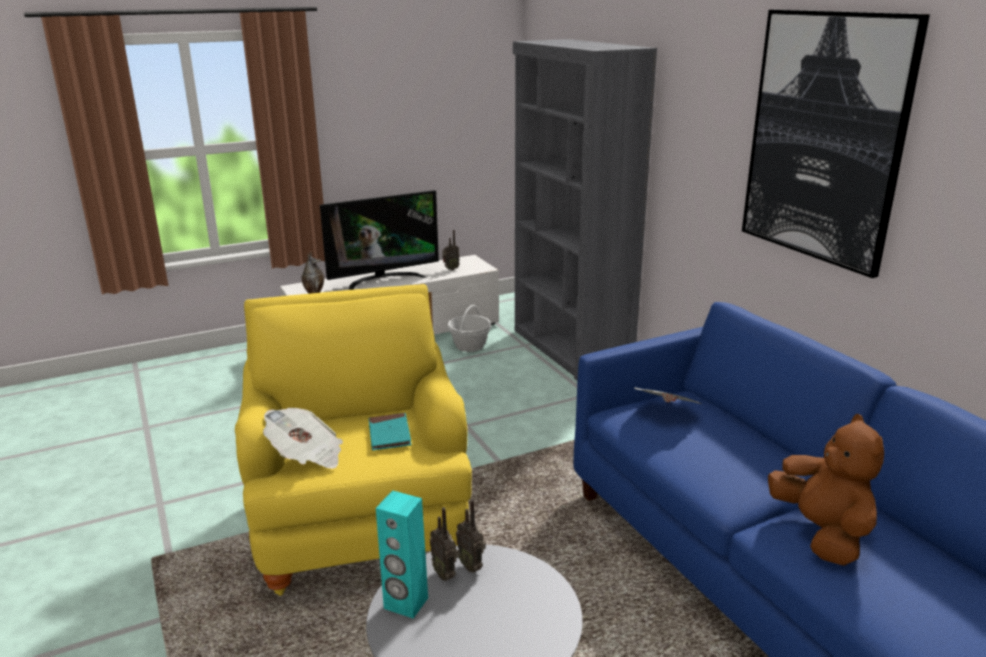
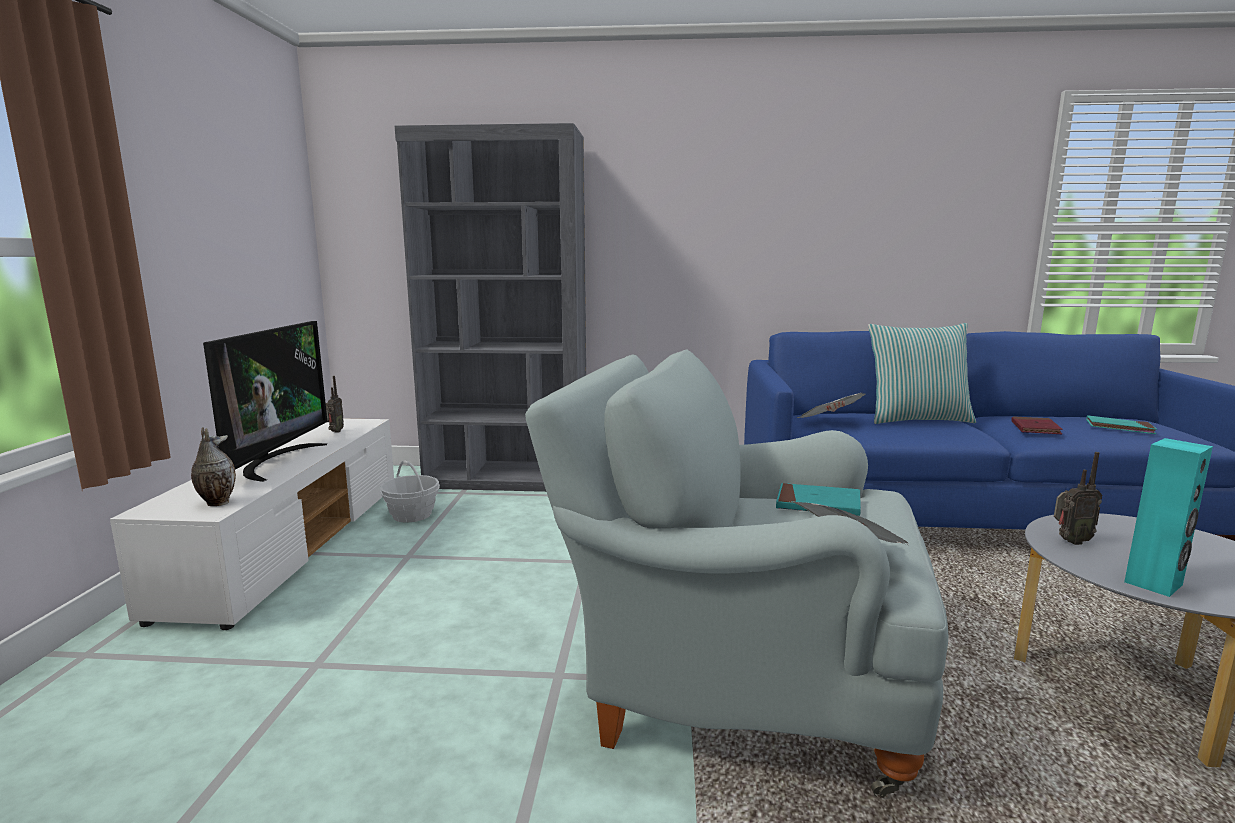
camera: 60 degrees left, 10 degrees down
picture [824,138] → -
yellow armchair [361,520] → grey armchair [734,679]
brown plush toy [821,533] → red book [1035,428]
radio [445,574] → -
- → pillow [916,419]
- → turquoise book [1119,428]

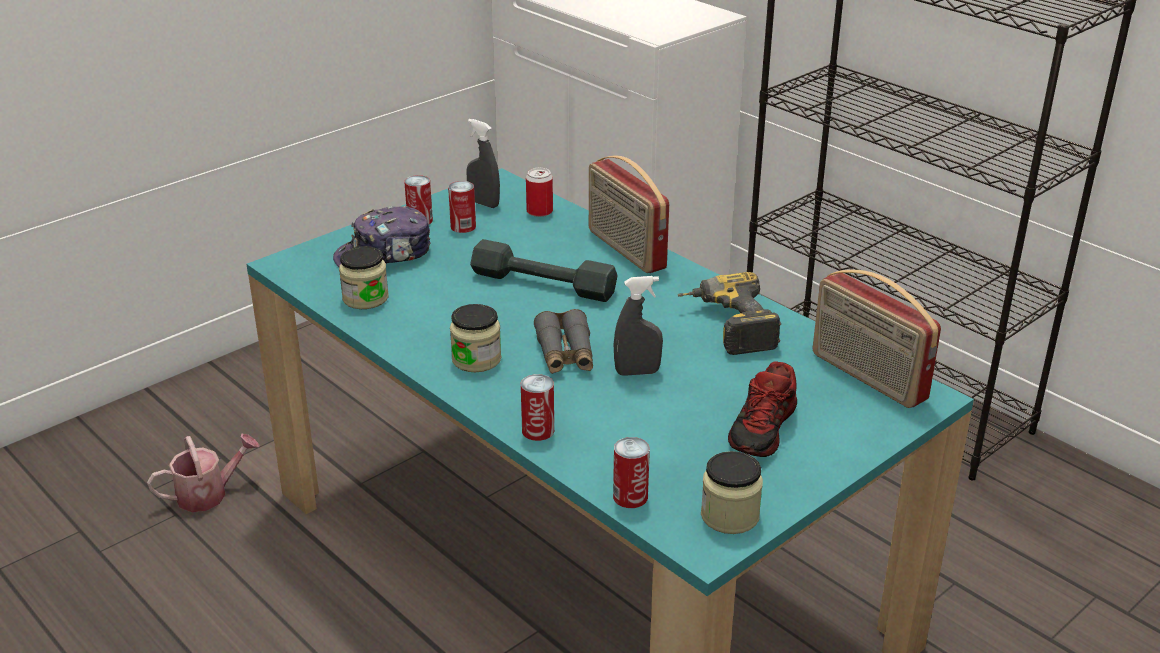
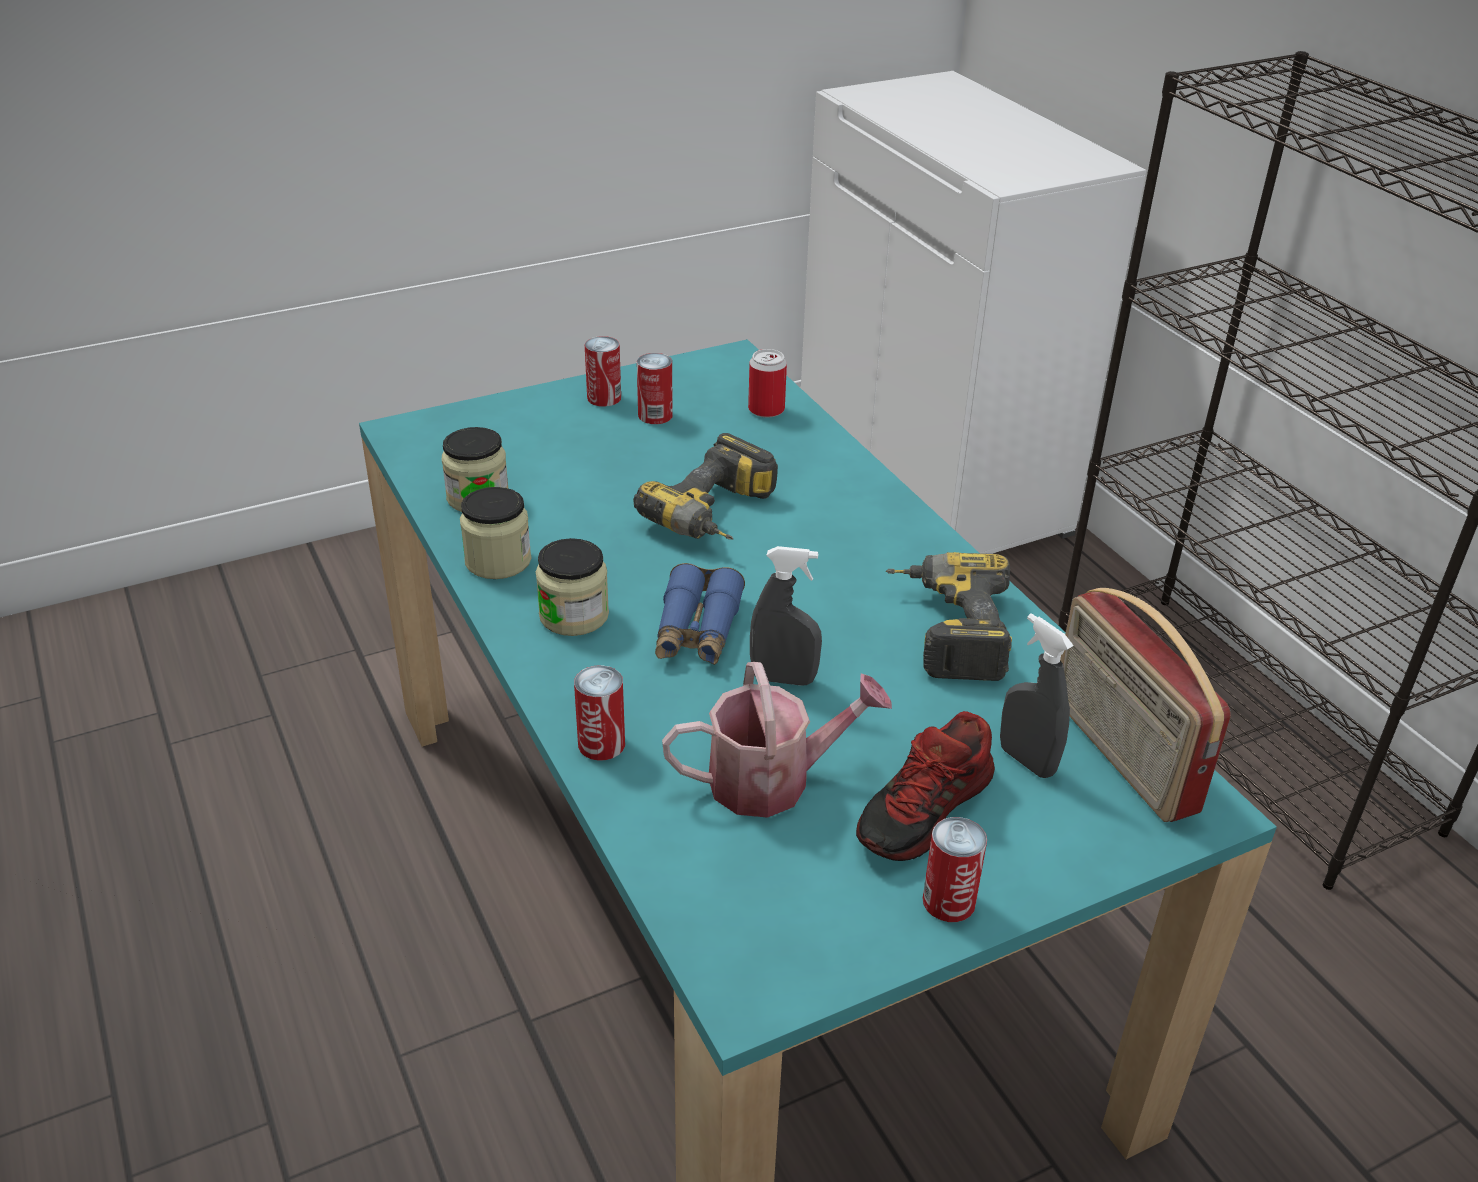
camera: 15 degrees right, 5 degrees up
grey spray bottle [484,203] → grey spray bottle [1026,761], move
radio [625,250] → -
cap [384,255] → -
grey dumbbell [543,284] → power drill [719,517]
grey binoculars [565,354] → blue binoculars [697,630]
watering can [209,494] → watering can [773,780], move
can [630,497] → can [949,901], move
jar [729,516] → jar [498,561], move

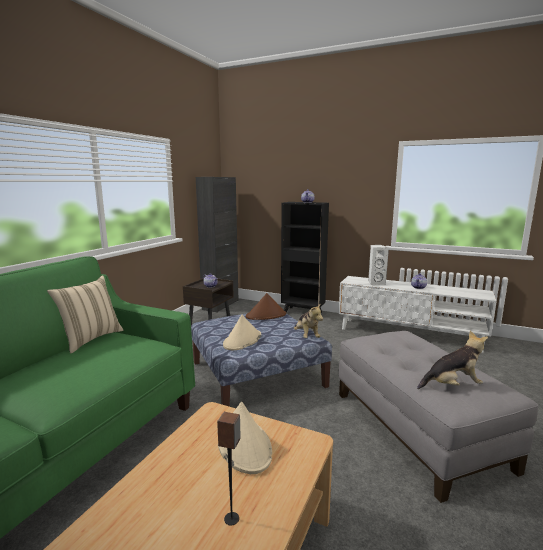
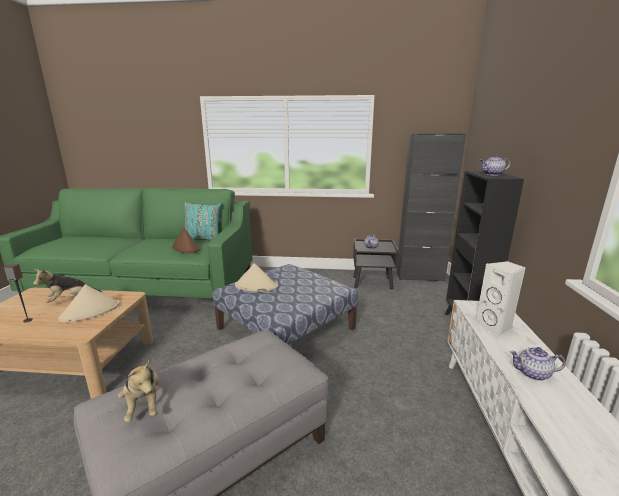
camera: 70 degrees right, 5 degrees up
beige pillow [90,339] → turquoise pillow [204,239]
brown hat [266,315] → brown hat [186,248], move
plush toy [306,336] → plush toy [70,300], move

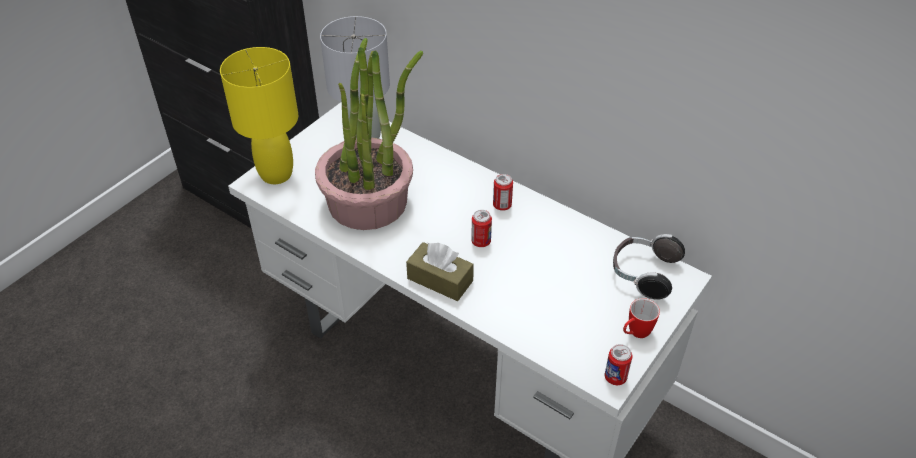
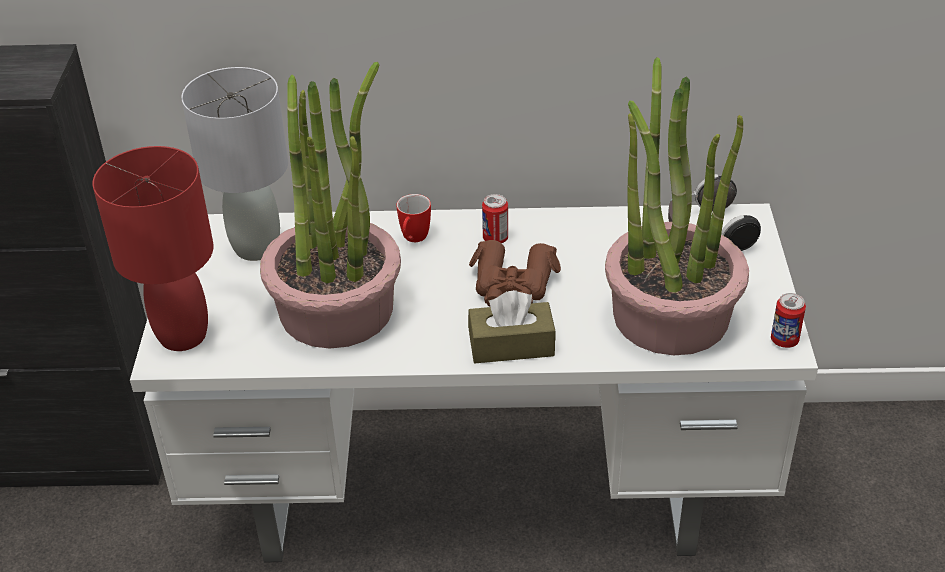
camera: 35 degrees left, 5 degrees down
yellow table lamp [275,174] → red table lamp [181,336]
can [481,241] → brown binoculars [513,285]
mug [635,333] → mug [413,240], move
- → potted plant [670,314]

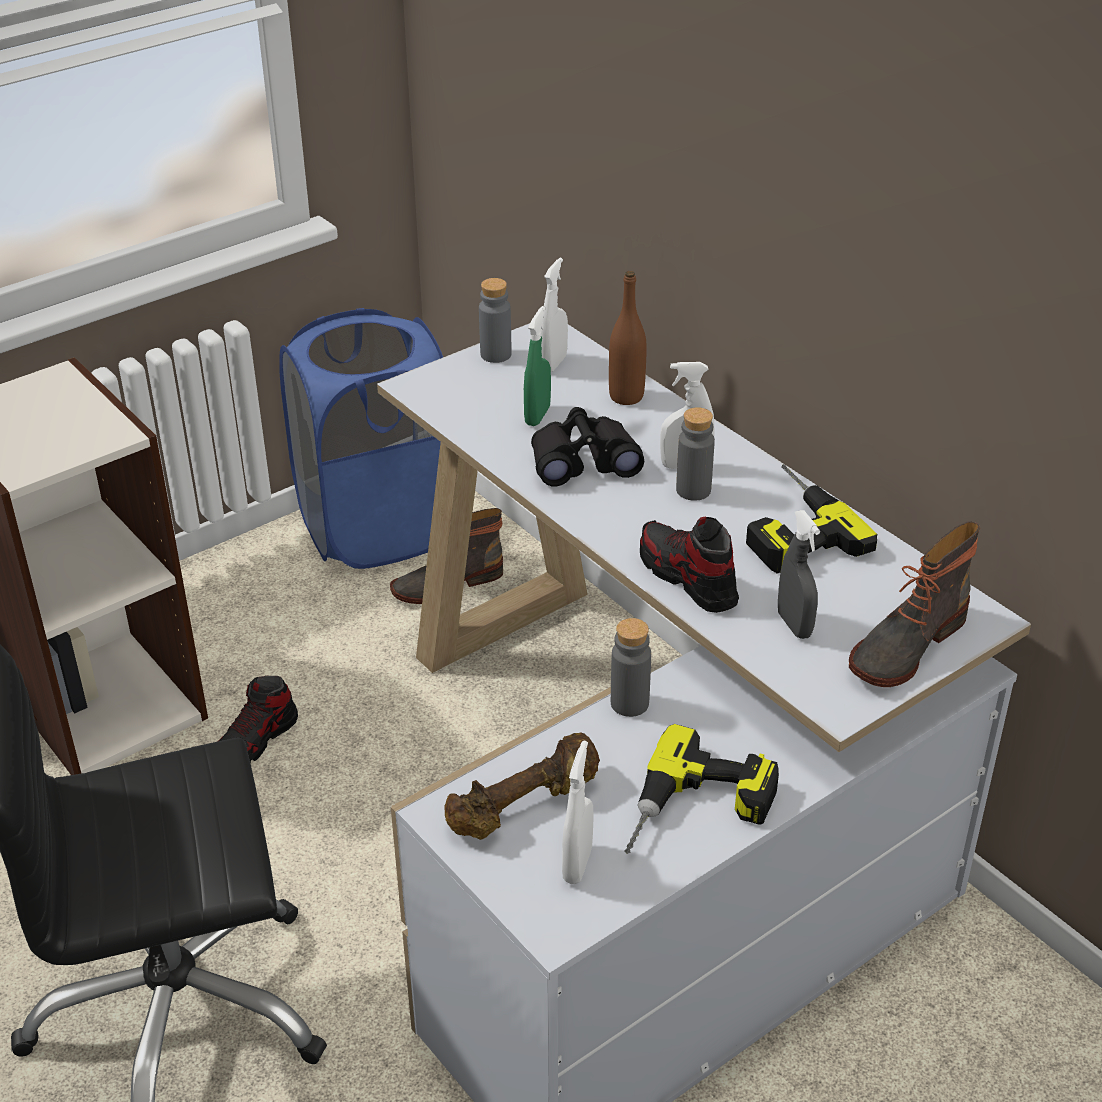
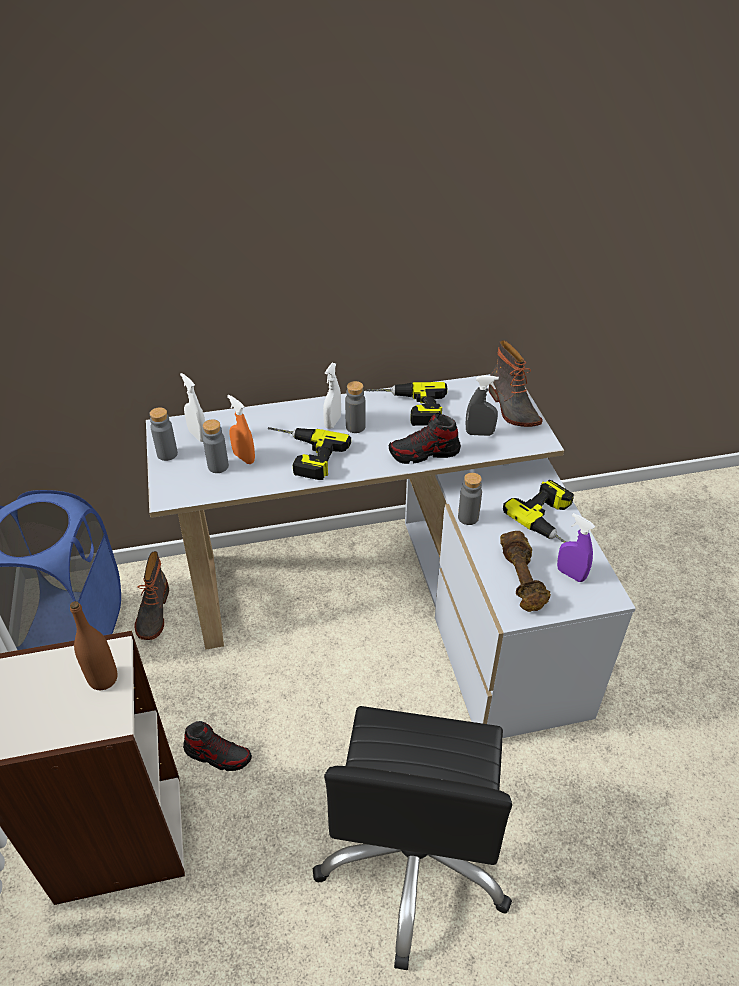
camera: 65 degrees left, 5 degrees up
brown bottle [626,396] → brown bottle [103,679], move
green spray bottle [537,416] → orange spray bottle [244,458]
black binoculars [583,461] → power drill [301,455]
shoe [256,740] → shoe [218,754], 45 degrees counterclockwise
white spray bottle [577,864] → purple spray bottle [570,574]
- → grey bottle [218,466]

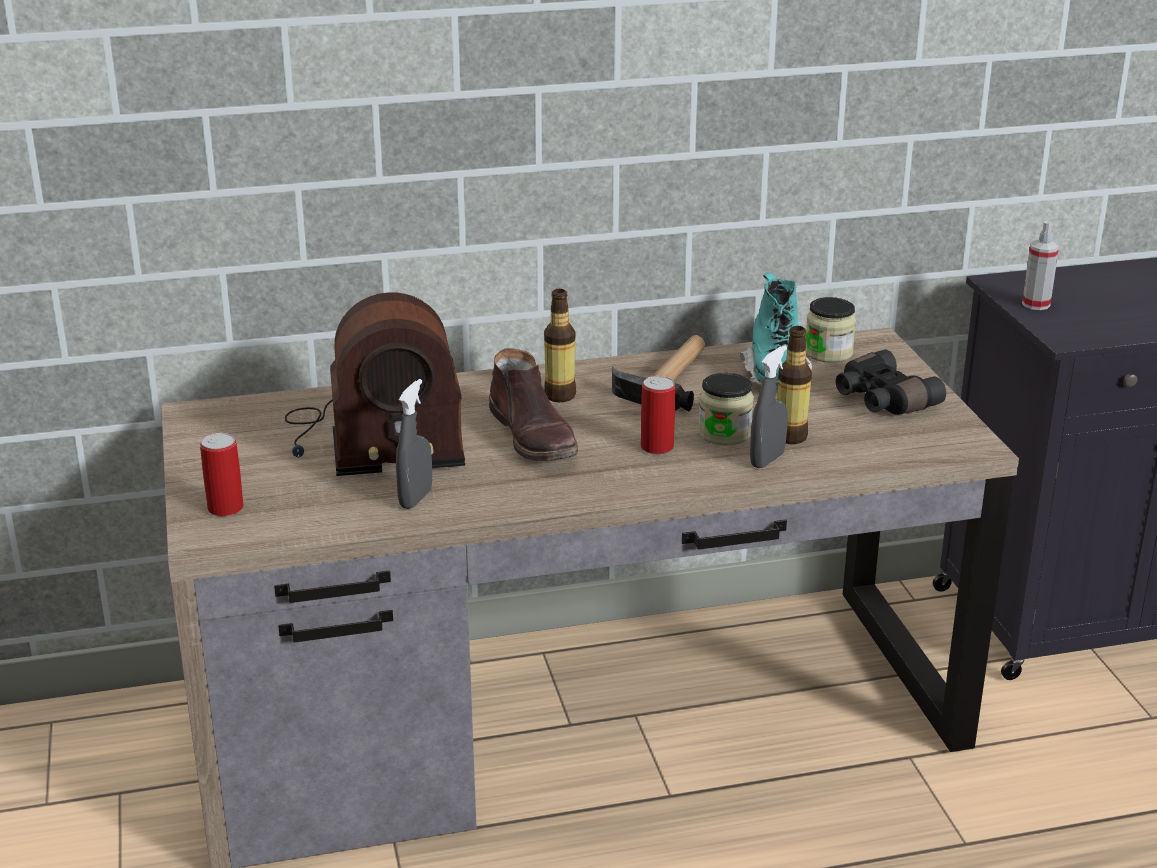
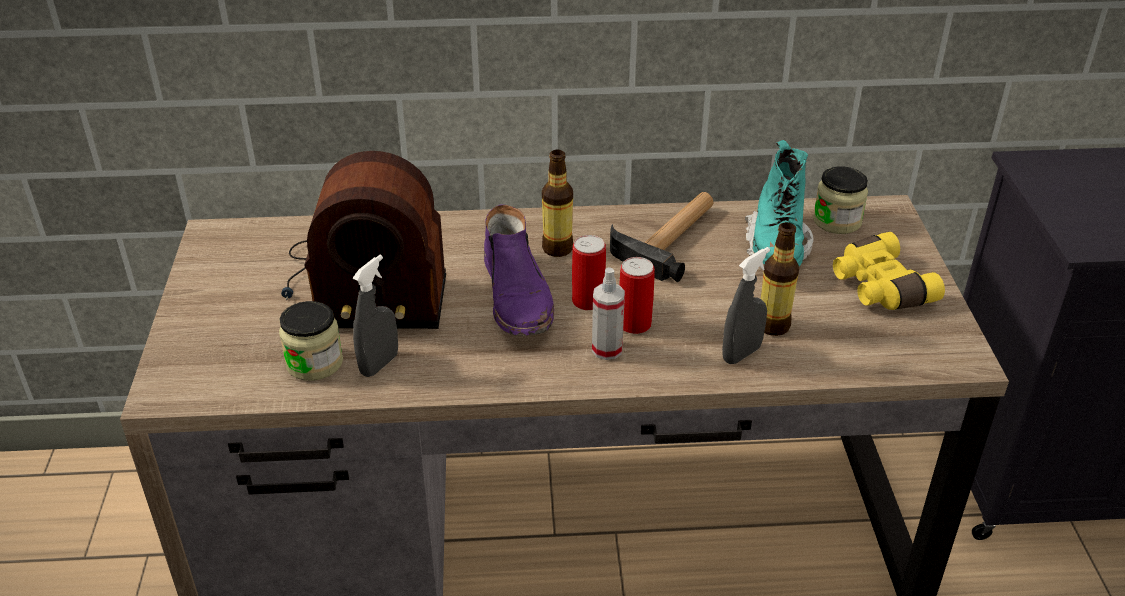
camera: 10 degrees right, 10 degrees up
spray bottle [1036,304] → spray bottle [607,349], move
brown boot [534,436] → purple boot [518,297]
black binoculars [882,400] → yellow binoculars [878,287]
jar [724,433] → jar [314,363], move
can [225,508] → can [588,301], move

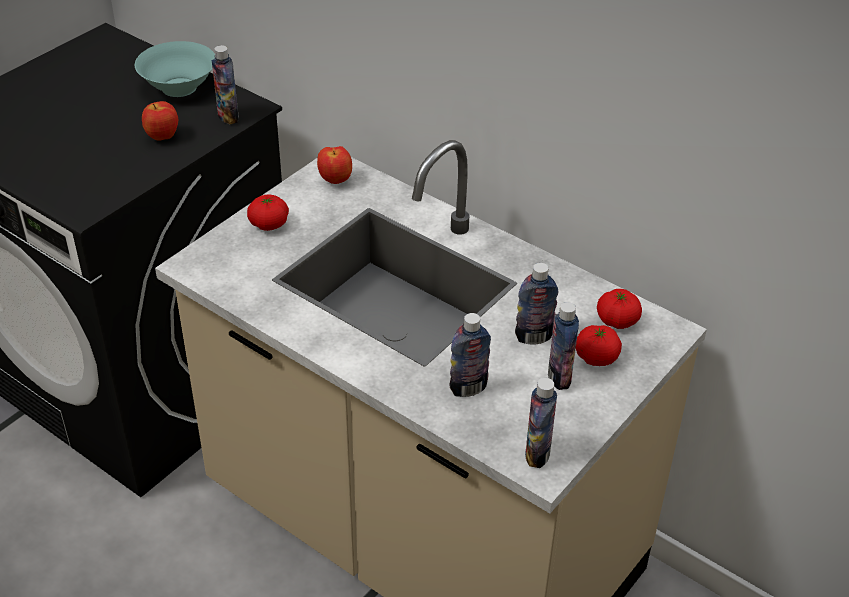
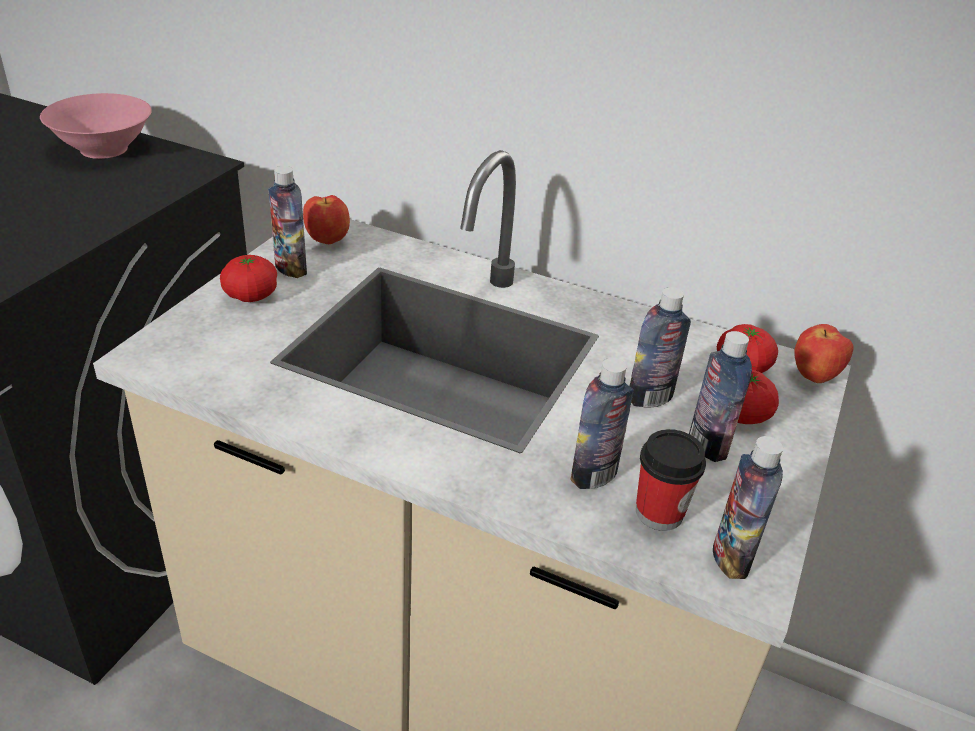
camera: 15 degrees left, 5 degrees down
turquoise bowl [179,87] → pink bowl [104,148]
bottle [228,116] → bottle [291,268], move
apple [162,137] → apple [814,377], move
- → cup [659,513]

